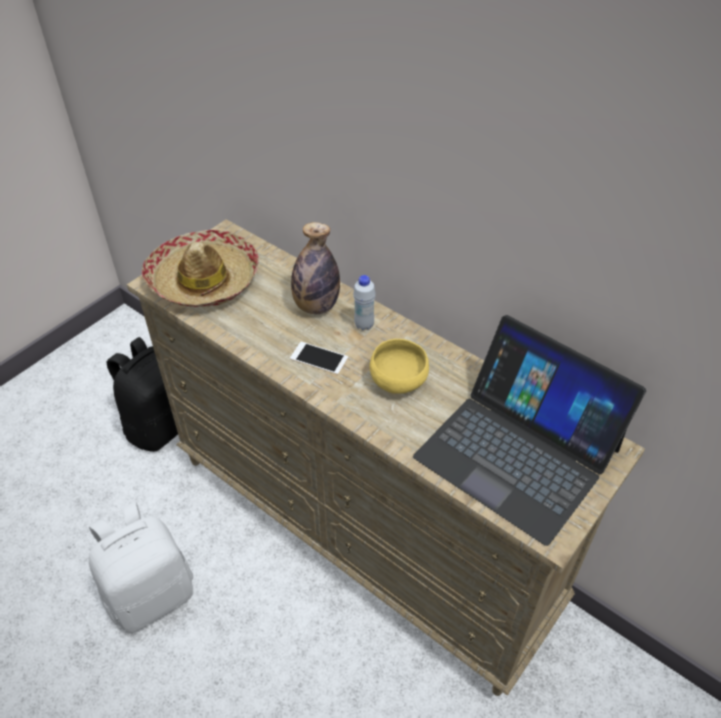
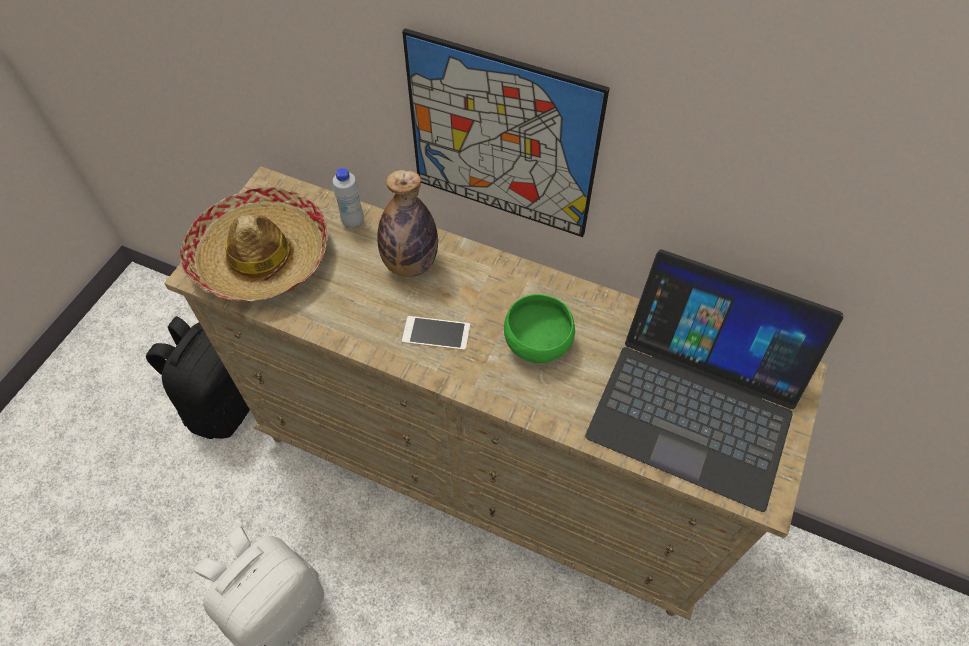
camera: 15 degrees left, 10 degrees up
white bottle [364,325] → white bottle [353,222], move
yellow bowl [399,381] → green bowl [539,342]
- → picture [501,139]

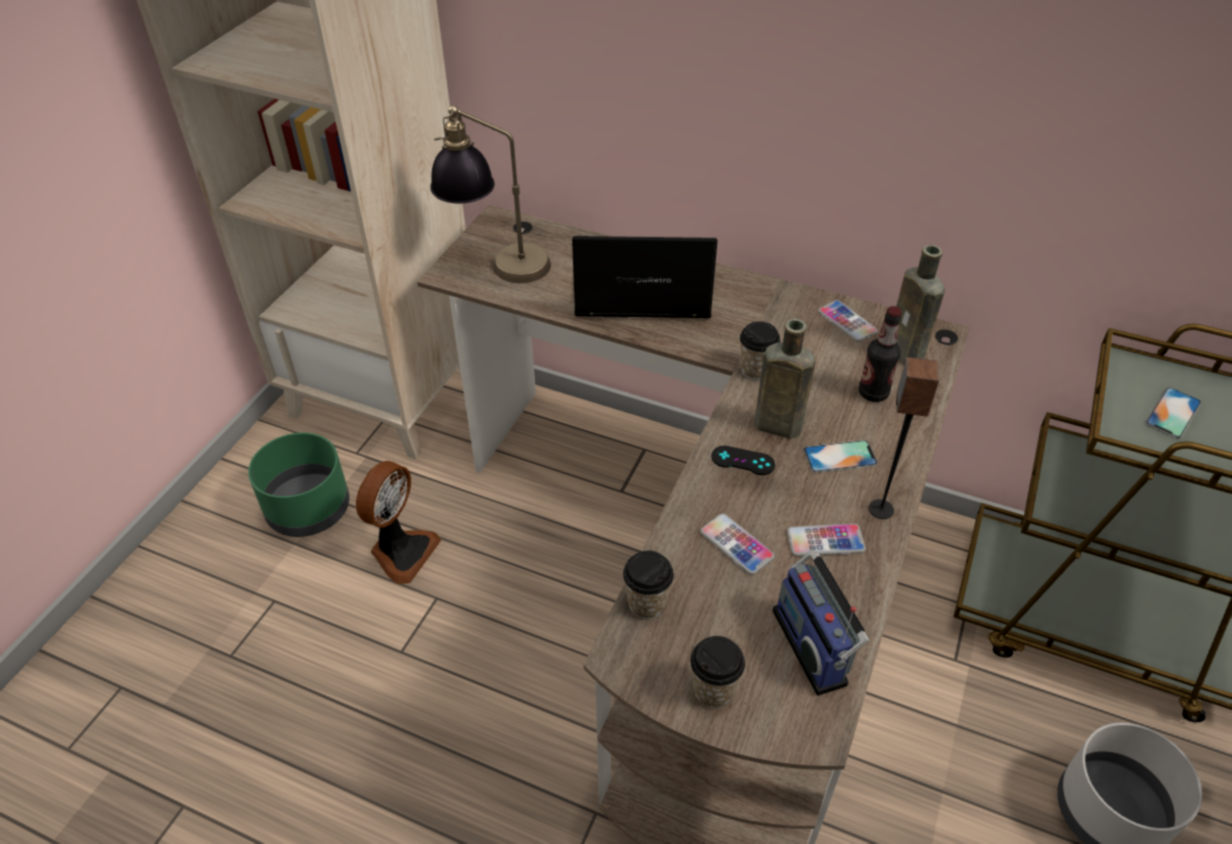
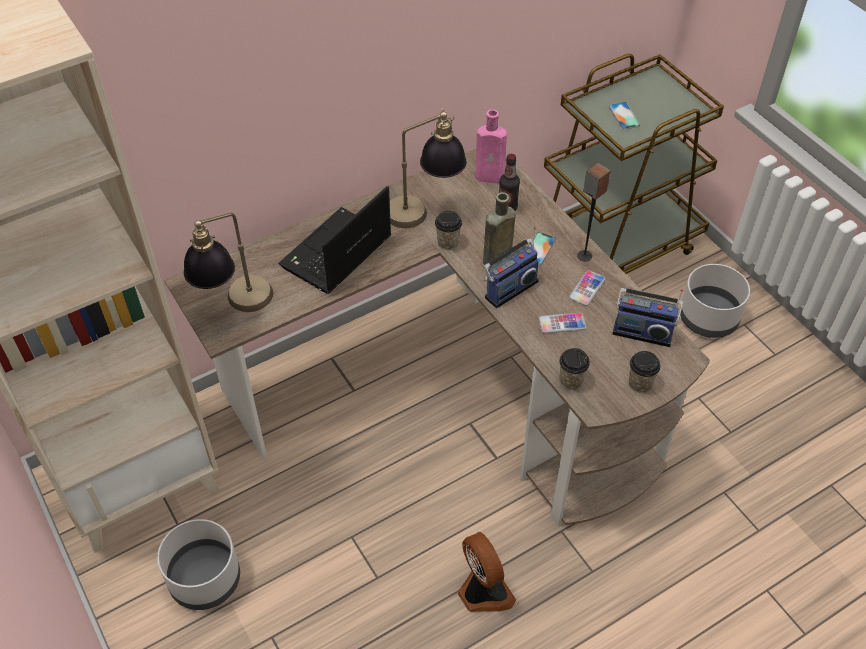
camera: 55 degrees left, 5 degrees up
brown bottle [906,354] → pink bottle [491,176]
phone [847,322] → -
green planter [309,508] → grey planter [204,578]
black game controller [743,461] → radio [509,288]
fan [401,551] → fan [483,591], move
- → table lamp [424,212]

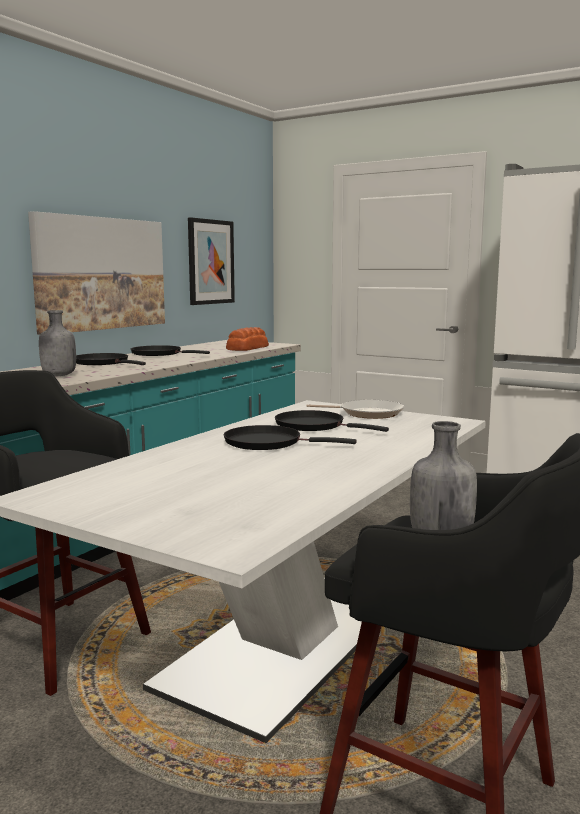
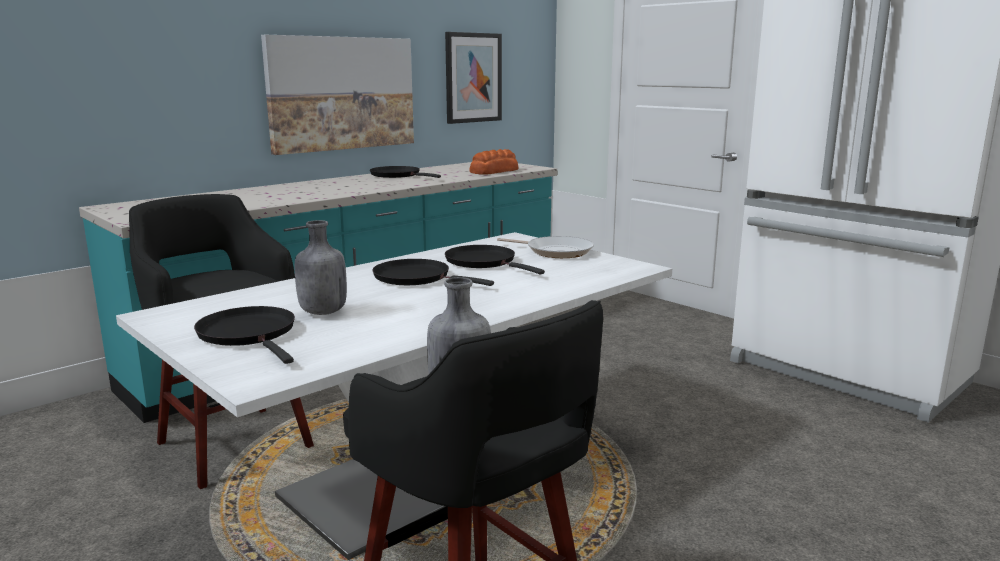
camera: 15 degrees right, 5 degrees up
grey bottle [58,375] → grey bottle [322,312], move
black frying pan [103,363] → black frying pan [249,334], move

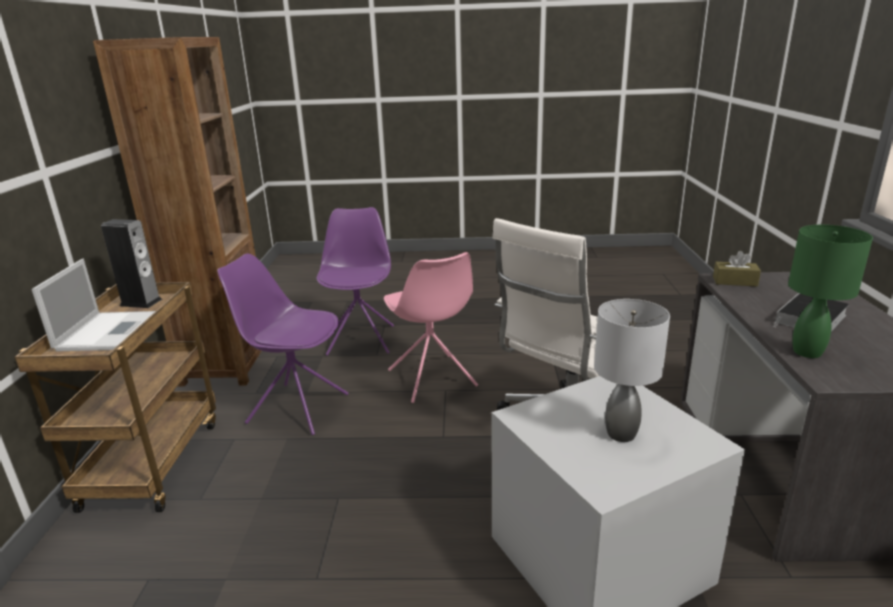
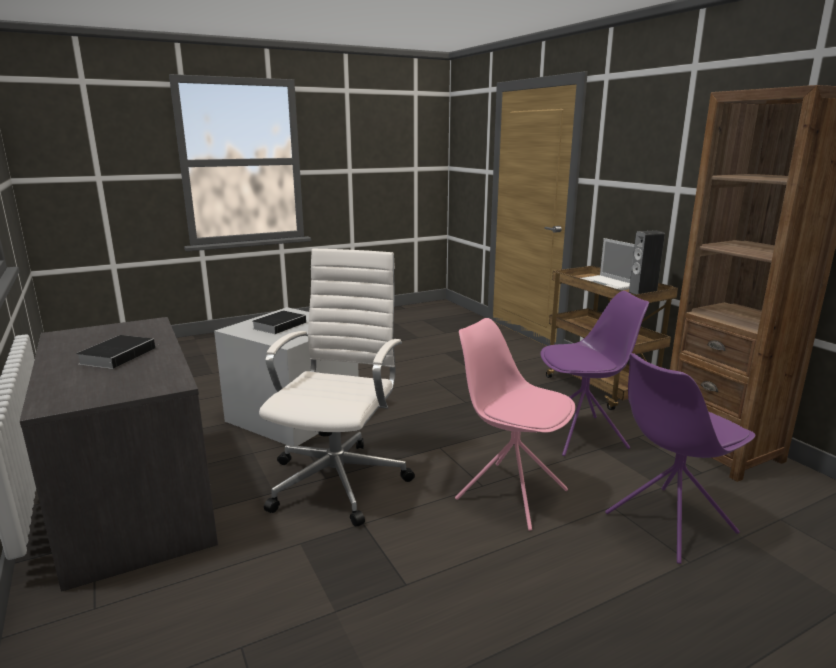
camera: 150 degrees right, 5 degrees down
purple chair [361,339] → purple chair [668,523], 90 degrees clockwise
green table lamp [806,352] → -
brown tissue box [734,281] → -
grey table lamp [622,434] → book [280,325]

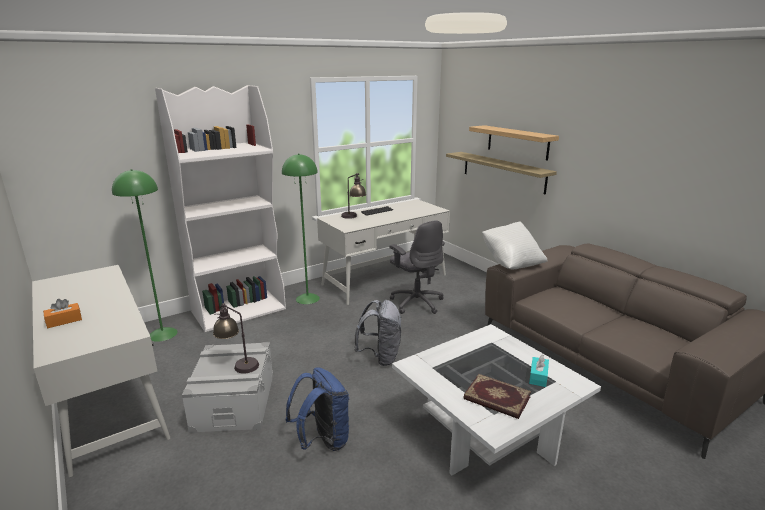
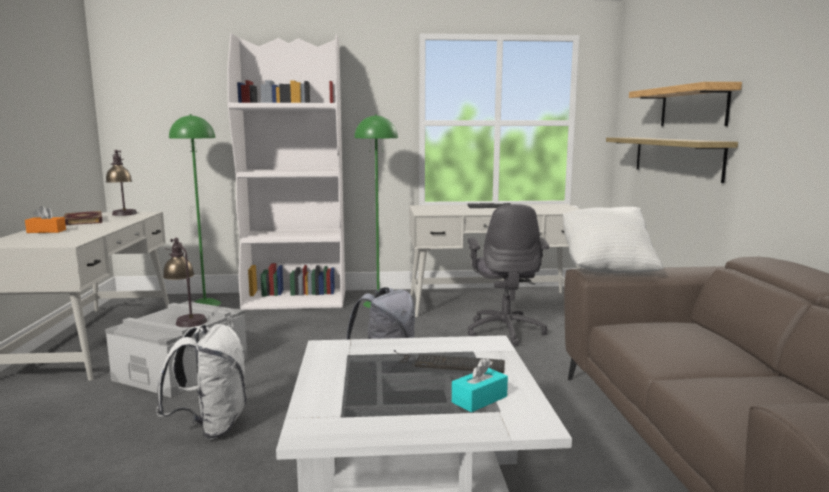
camera: 30 degrees right, 10 degrees down
table lamp [353,217] → table lamp [123,215], move
blue backpack [322,440] → white backpack [211,426]
book [496,399] → book [82,221], move
- → keyboard [448,363]

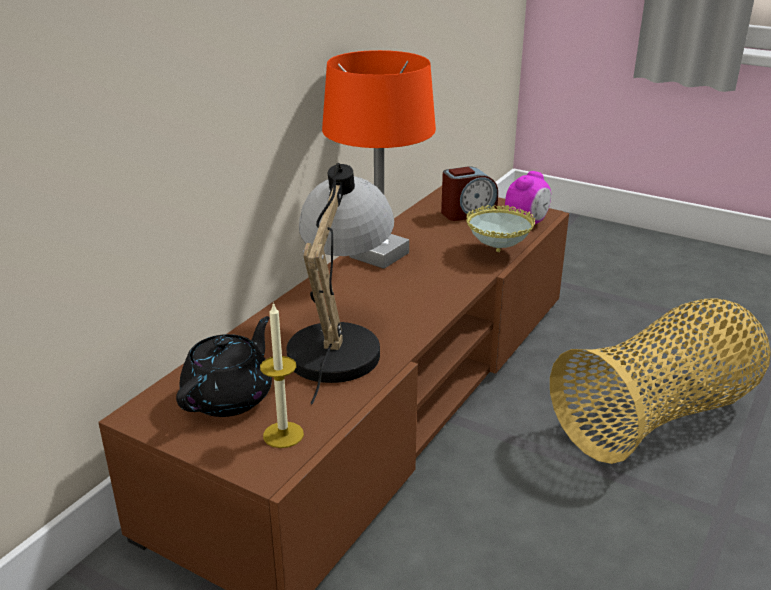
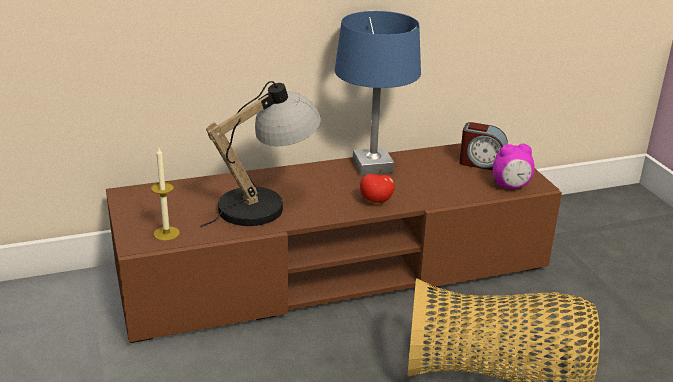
camera: 40 degrees right, 0 degrees up
orange table lamp [380,255] → blue table lamp [373,166]
bowl [498,252] → -
black teapot [230,397] → -
- → apple [376,201]

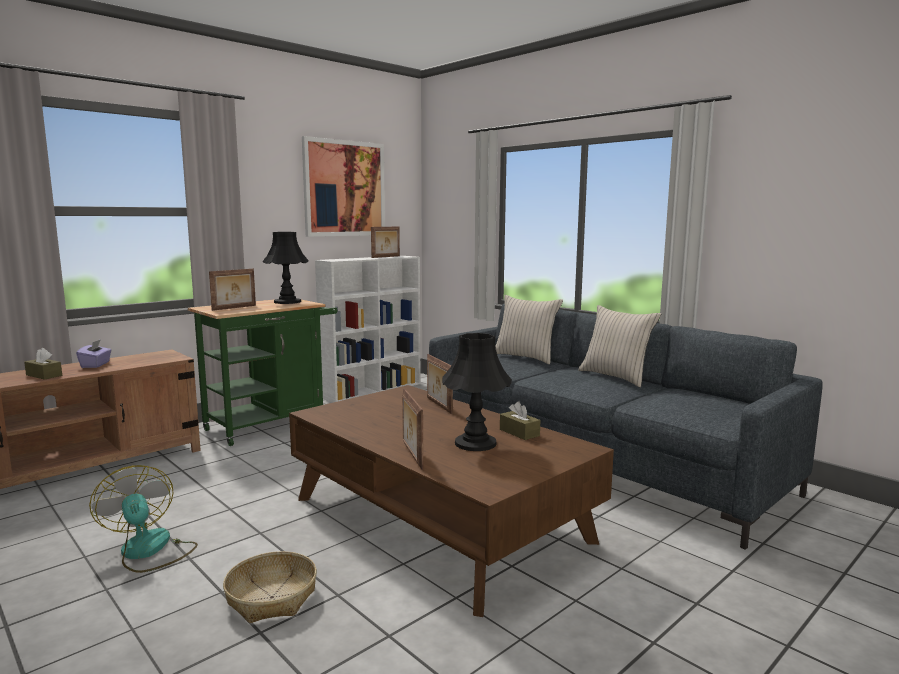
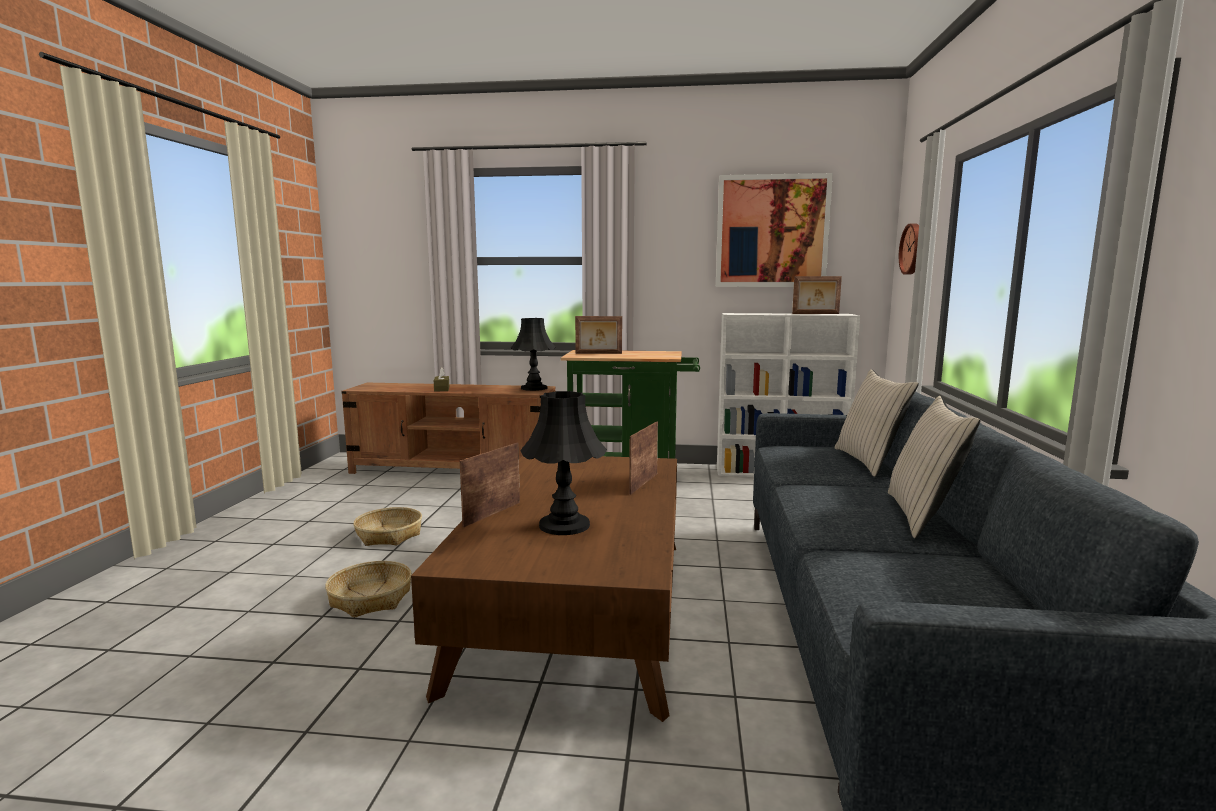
camera: 50 degrees right, 0 degrees up
black table lamp [287,302] → black table lamp [534,388], move
purple tissue box [96,365] → -
brown tissue box [519,432] → -
fan [149,551] → basket [389,535]
- → wall clock [913,249]

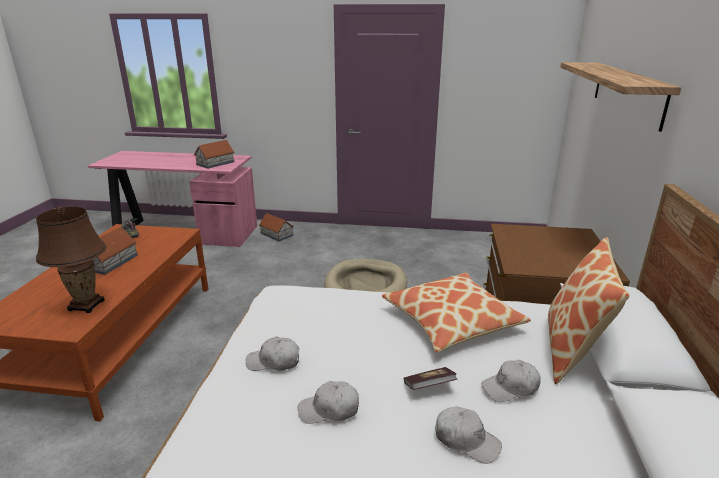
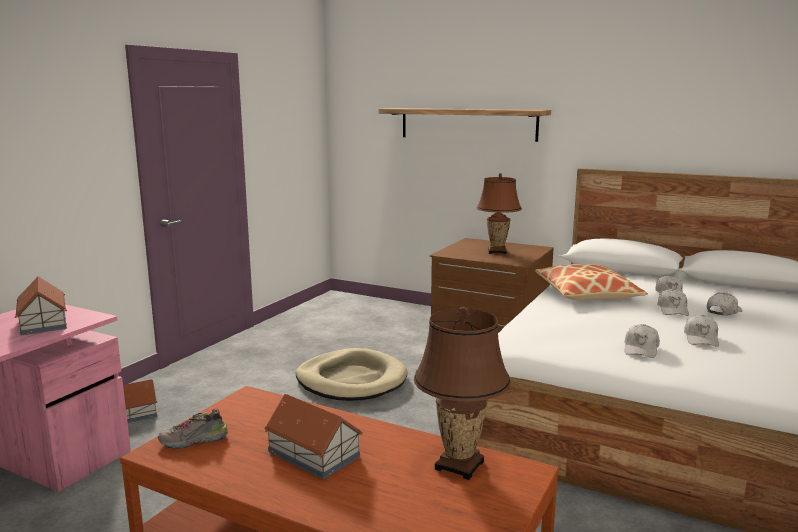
camera: 70 degrees left, 10 degrees down
pillow [572,349] → -
book [429,386] → white cap [673,310]
- → brown table lamp [497,252]

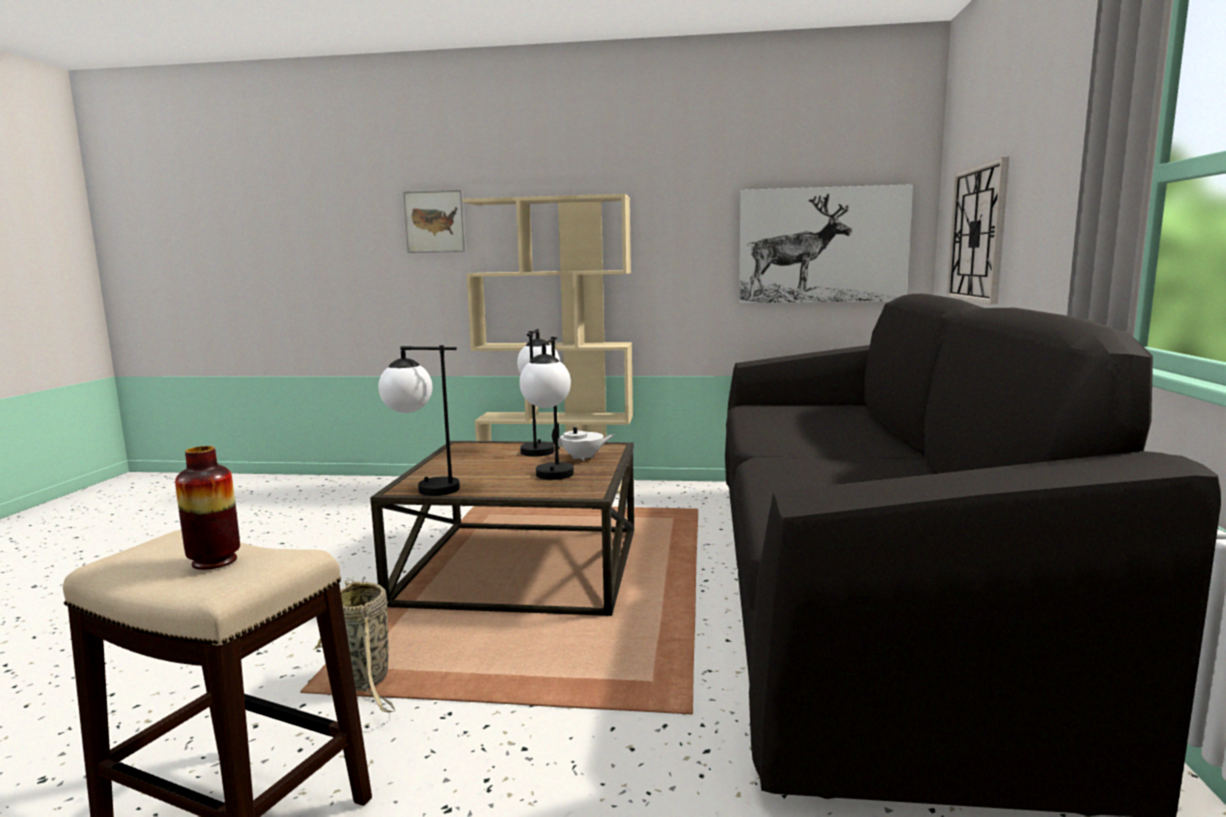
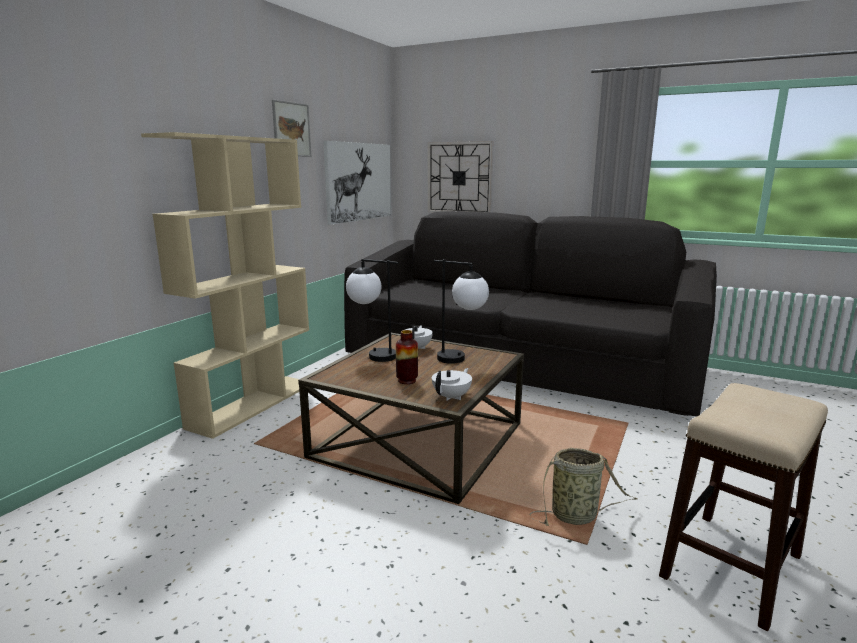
camera: 70 degrees left, 5 degrees up
picture [435,221] → picture [291,129], move
table lamp [423,489] → white teapot [452,397]
vase [214,561] → vase [407,380], move

